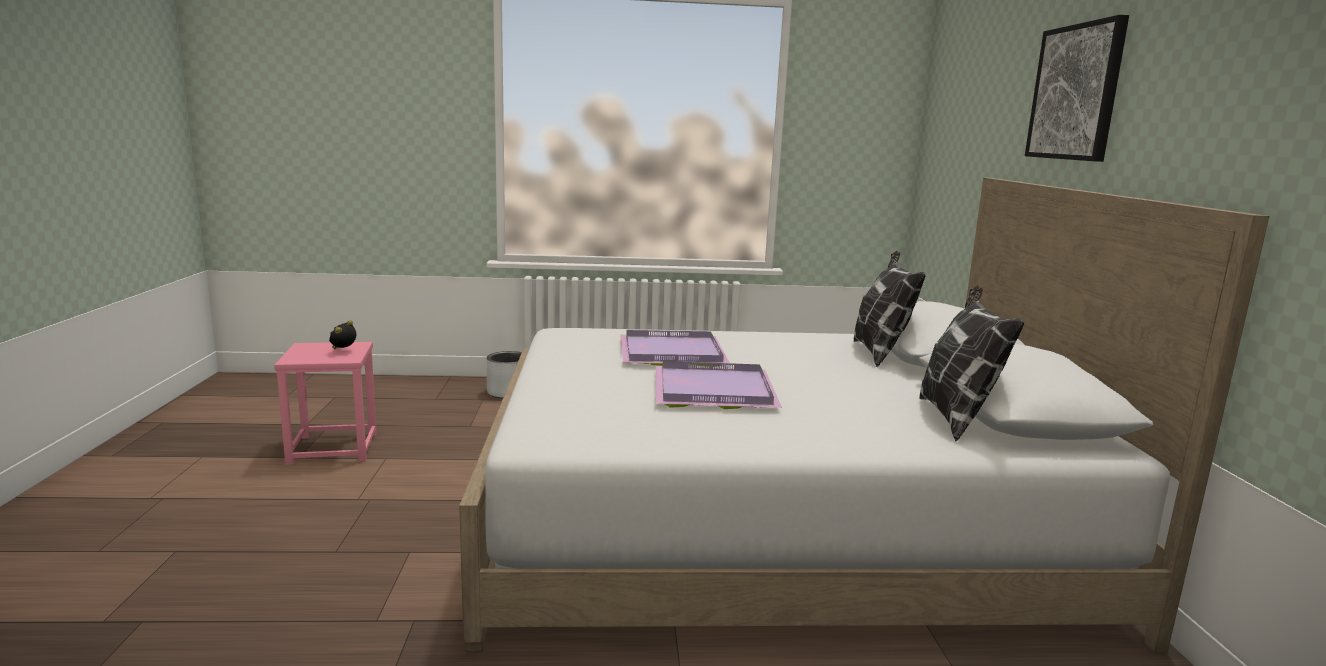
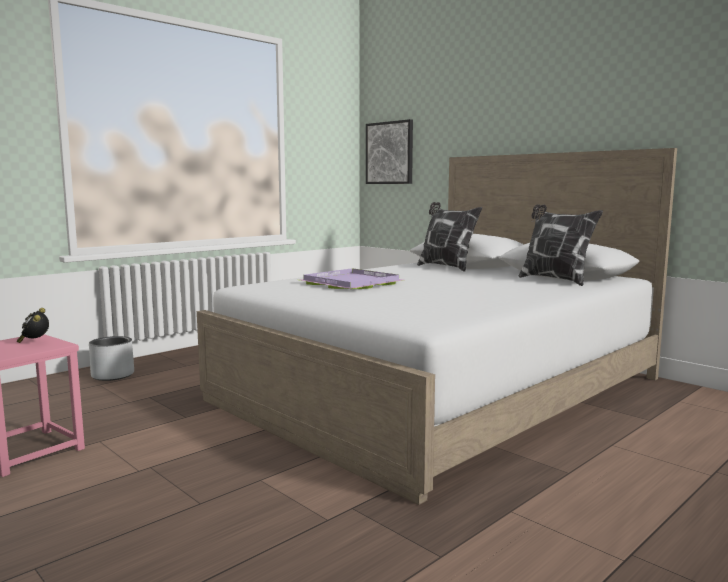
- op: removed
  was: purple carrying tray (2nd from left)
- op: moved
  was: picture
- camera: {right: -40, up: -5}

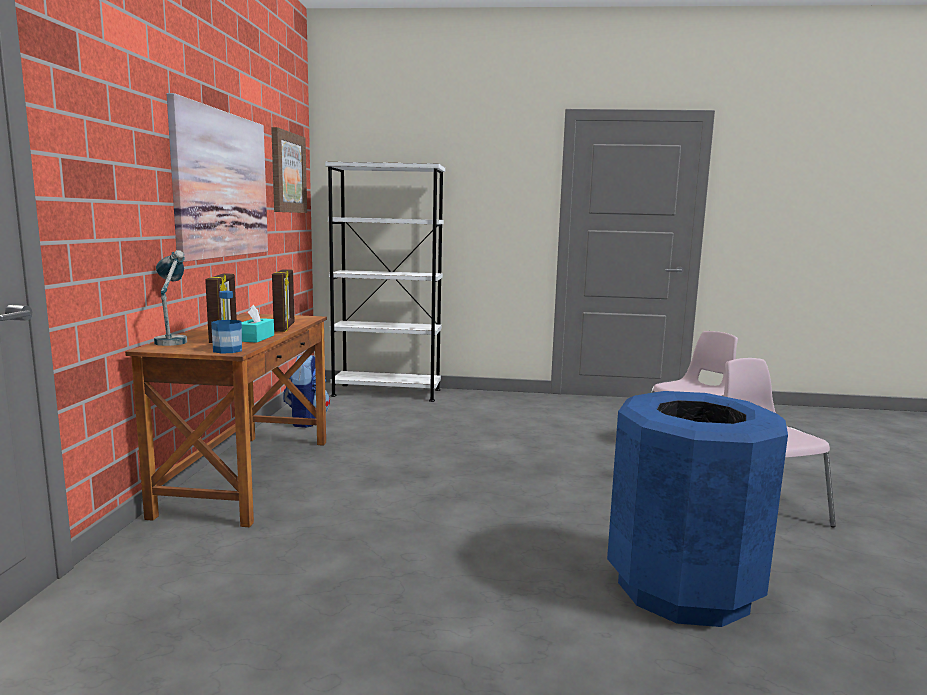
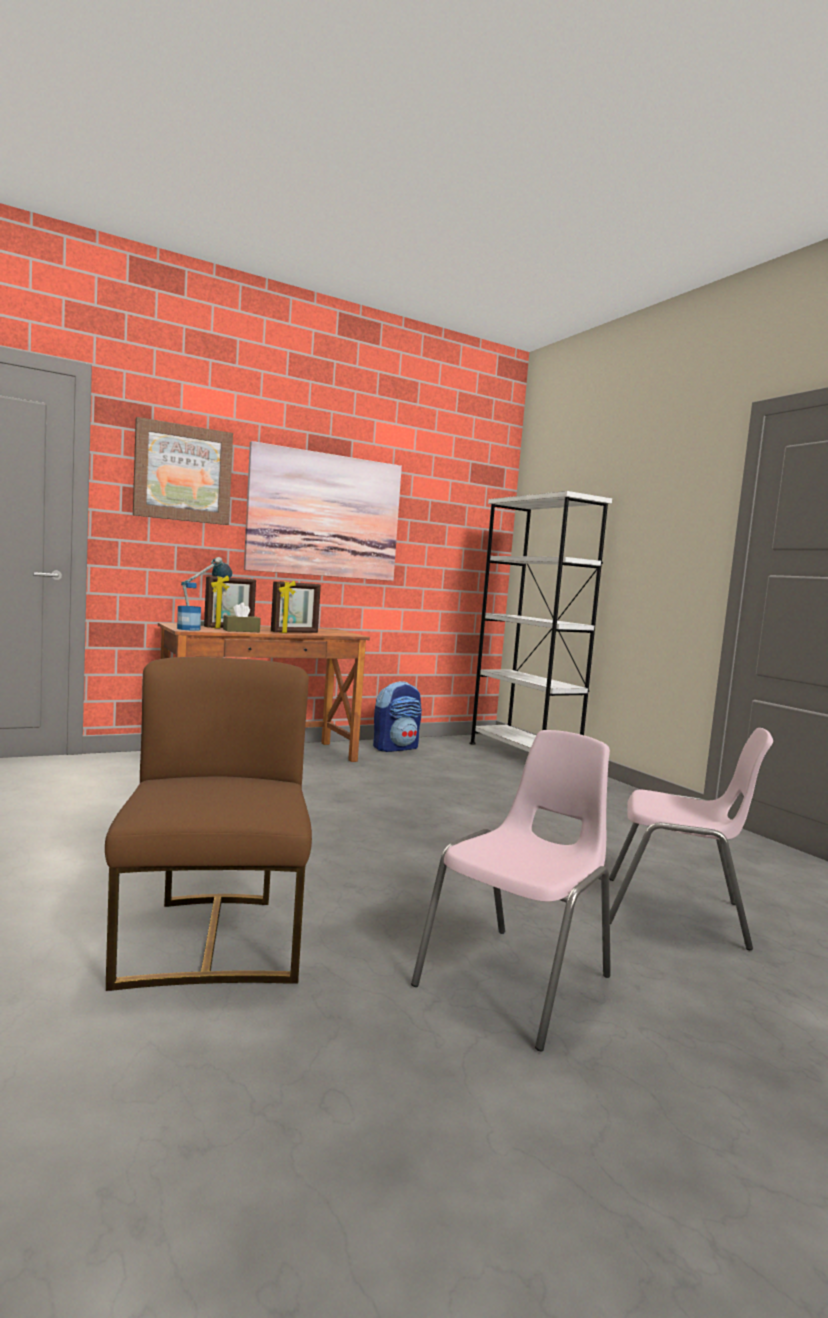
- op: recoloured
  was: turquoise-coloured tissue holder
  now: brown-coloured tissue holder
- op: moved
  was: picture (2nd from left in the first image)
  now: picture (1st from left)
- op: replaced
  was: bluish trash can
  now: brown-coloured plain chair
- camera: {right: 55, up: -5}

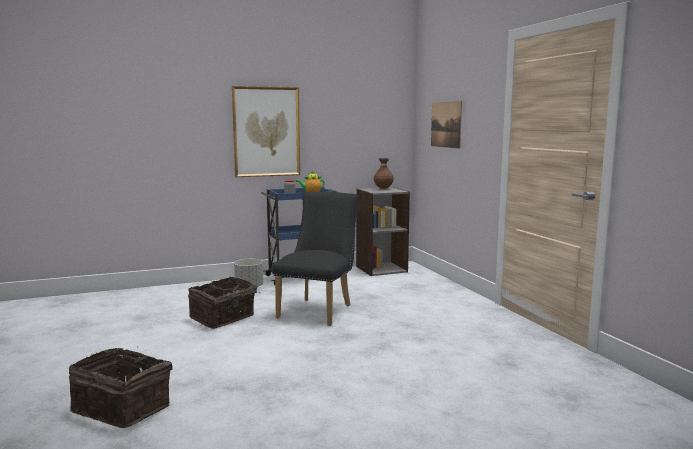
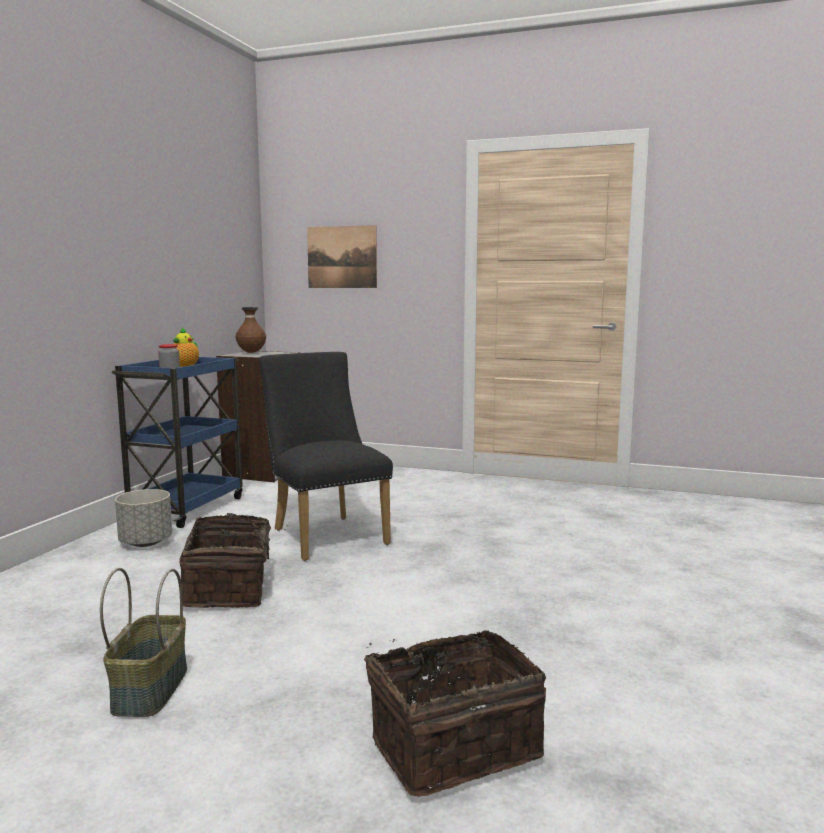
- op: removed
  was: picture (1st from left)
- op: added
  now: household basket (1st from left)
- camera: {right: -50, up: 0}

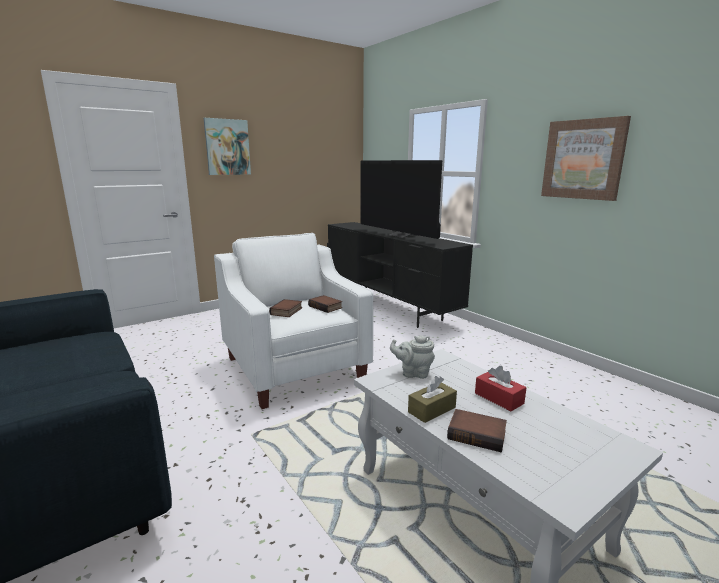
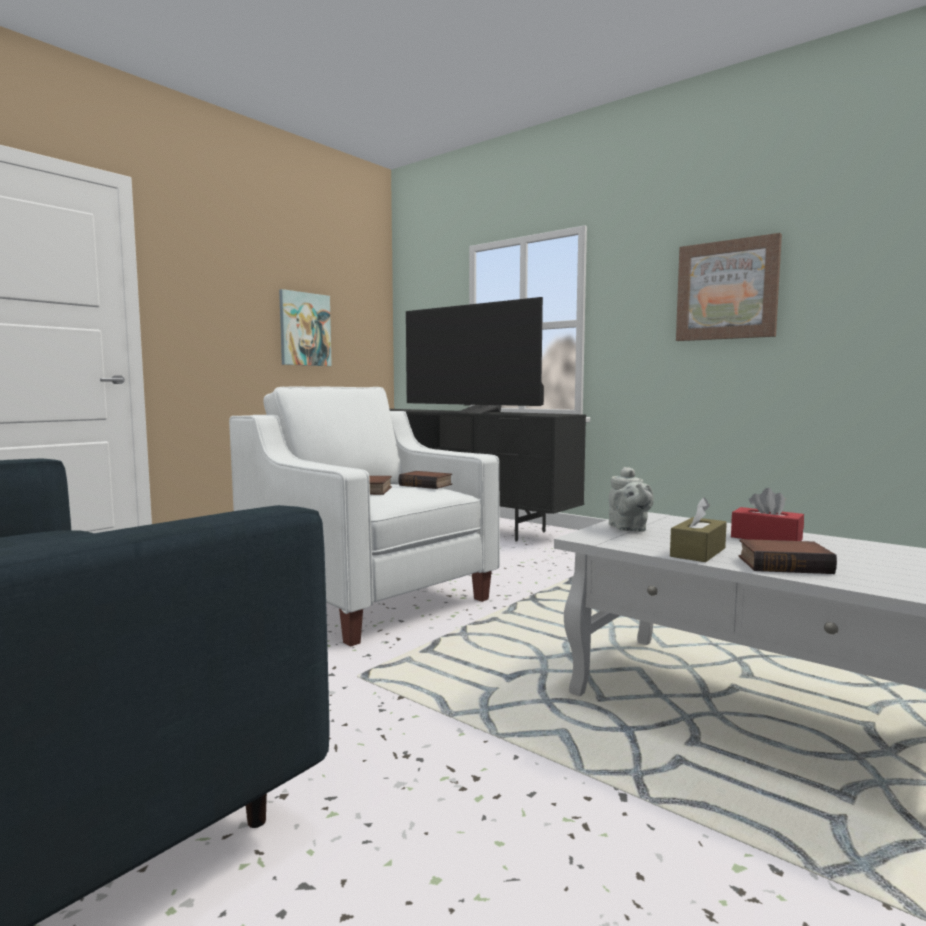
- op: moved
  was: picture (1st from left)
- op: turned
  was: greyish teapot
  clockwise: -90
- camera: {right: -15, up: -10}

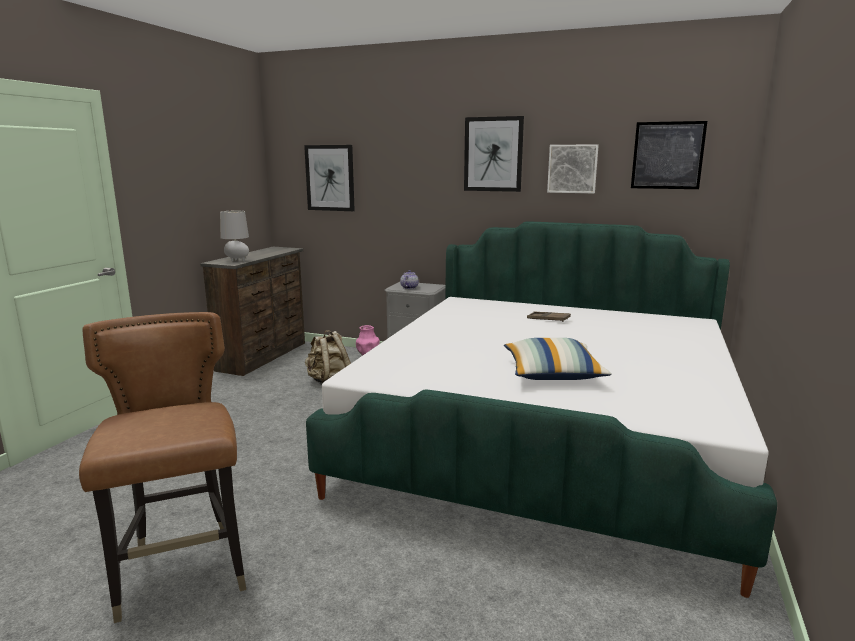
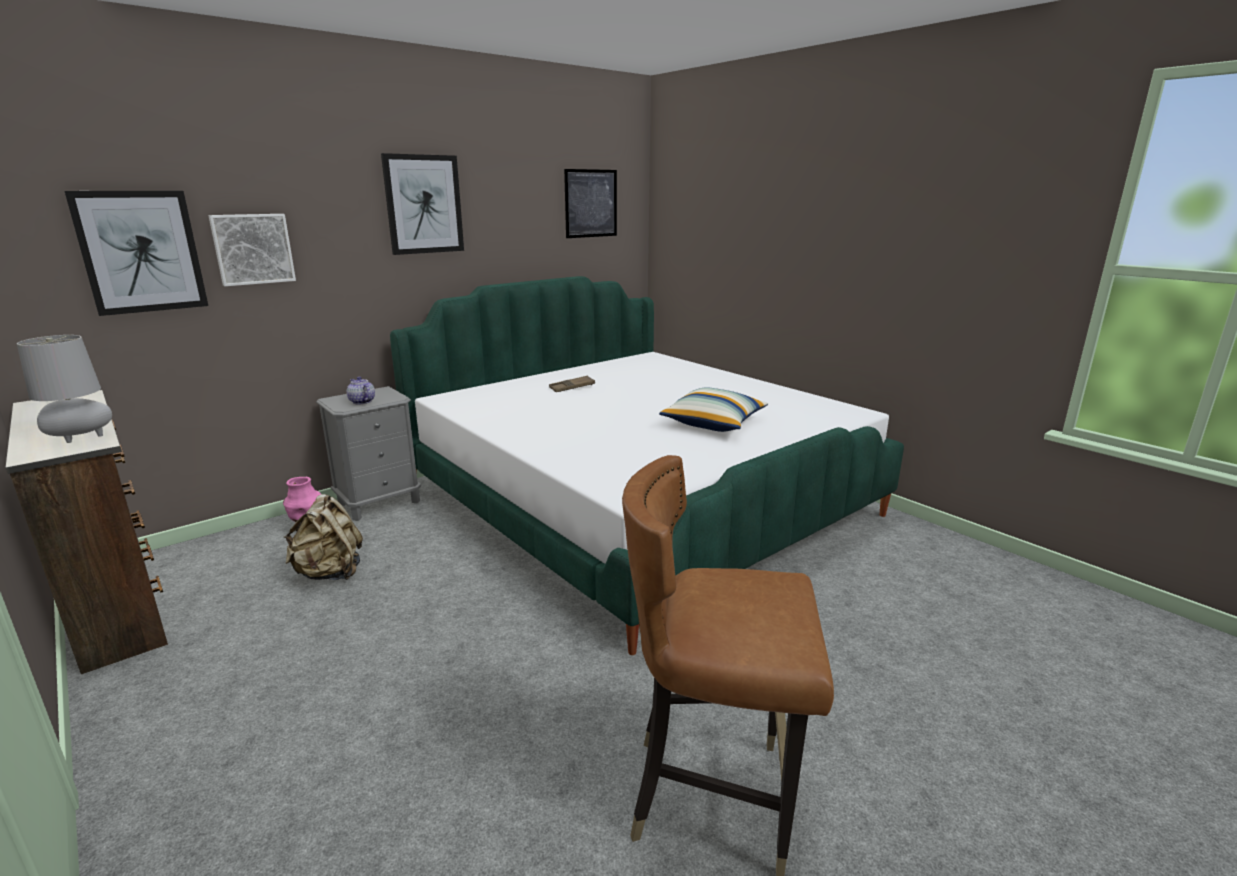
- op: moved
  was: picture (3rd from left in the first image)
  now: picture (2nd from left)
- camera: {right: -60, up: 5}

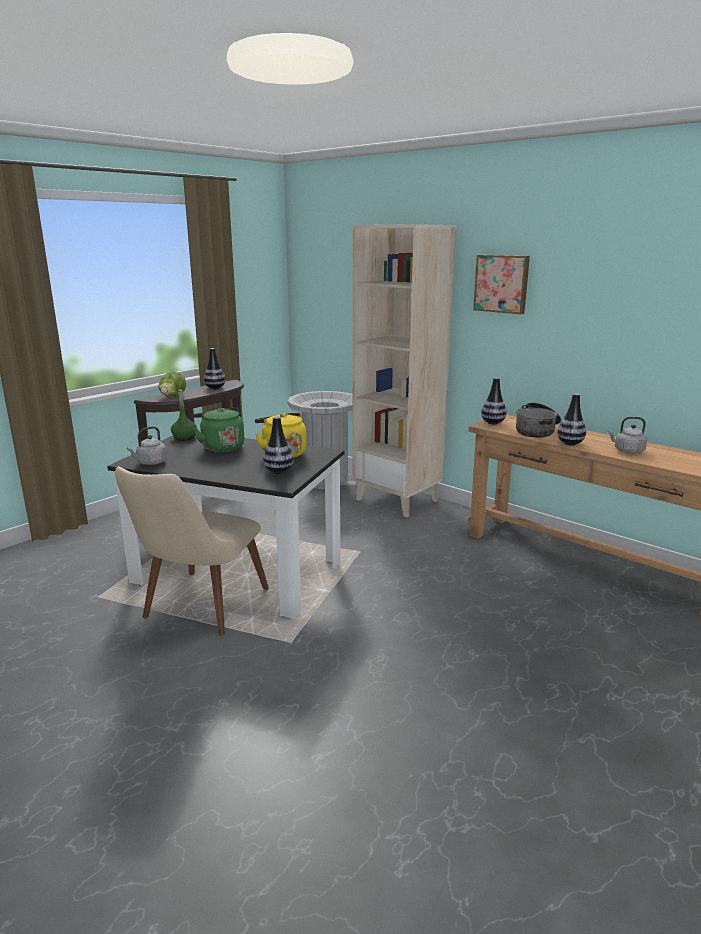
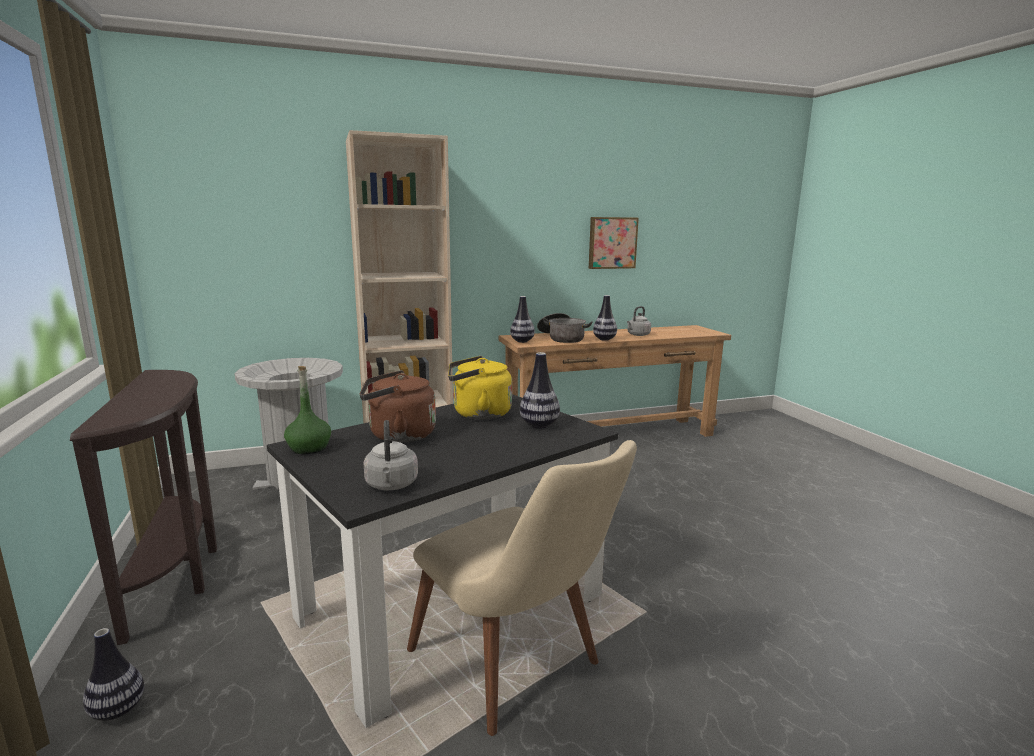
- op: removed
  was: head of lettuce
- op: recoloured
  was: greenish tea kettle
  now: brown-coloured tea kettle
- op: moved
  was: vase (1st from left)
- op: moved
  was: picture
- camera: {right: -60, up: -5}

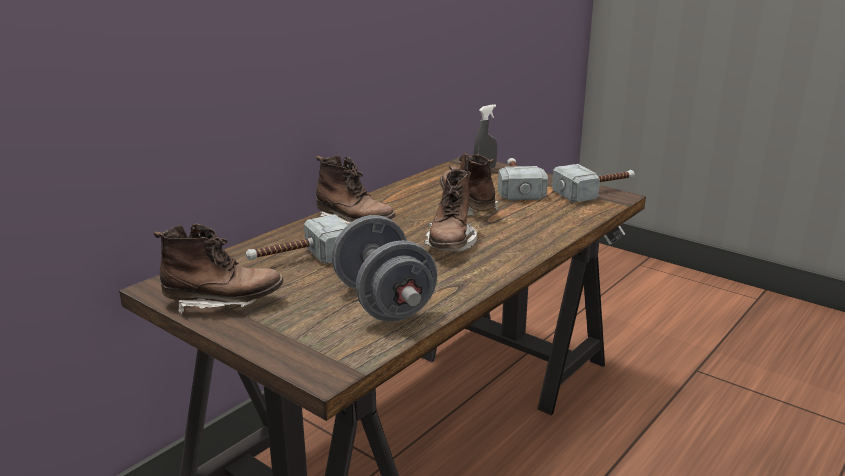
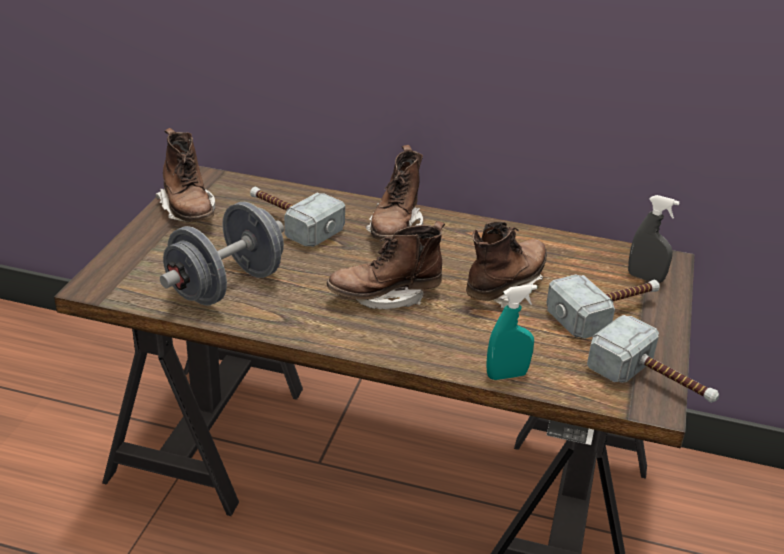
- op: added
  now: turquoise-coloured spray bottle
- camera: {right: 65, up: 10}

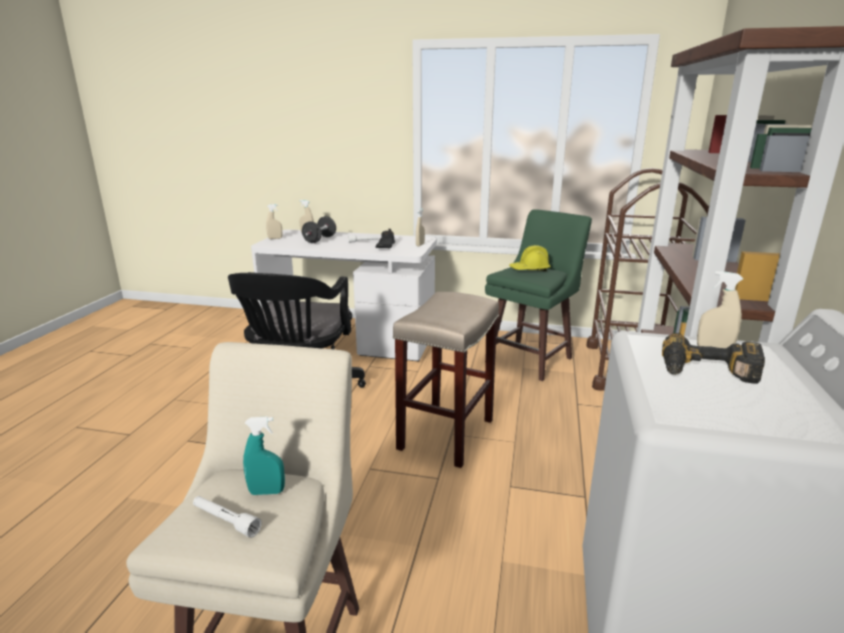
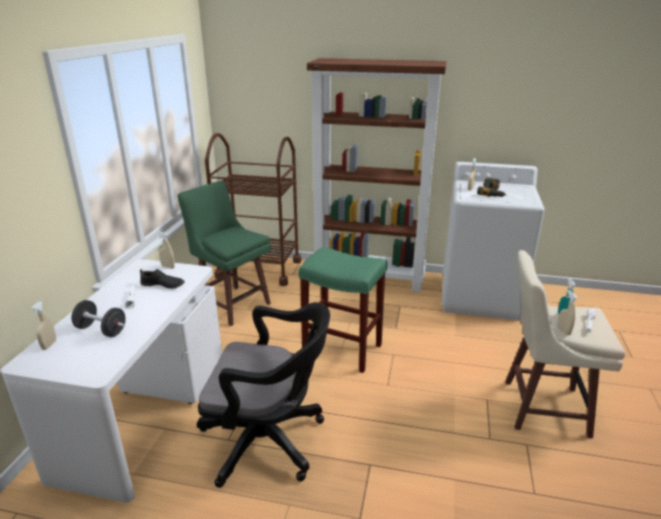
- op: moved
  was: sand-coloured spray bottle (1st from left in the first image)
  now: sand-coloured spray bottle (4th from left)
- op: recoloured
  was: sand-coloured stool (2nd from left)
  now: greenish stool (2nd from left)
- op: removed
  was: yellow hard hat
- camera: {right: -90, up: 5}

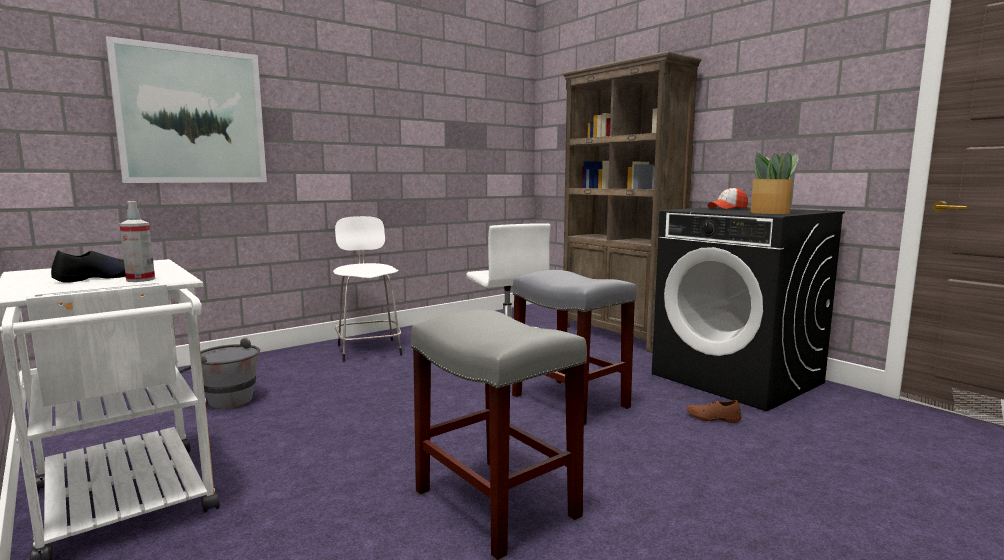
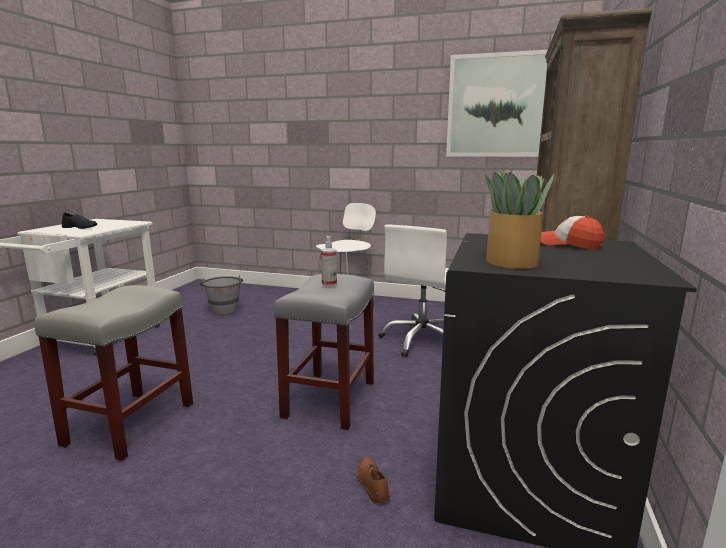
- op: moved
  was: picture
- op: moved
  was: spray bottle
- camera: {right: 55, up: 5}

